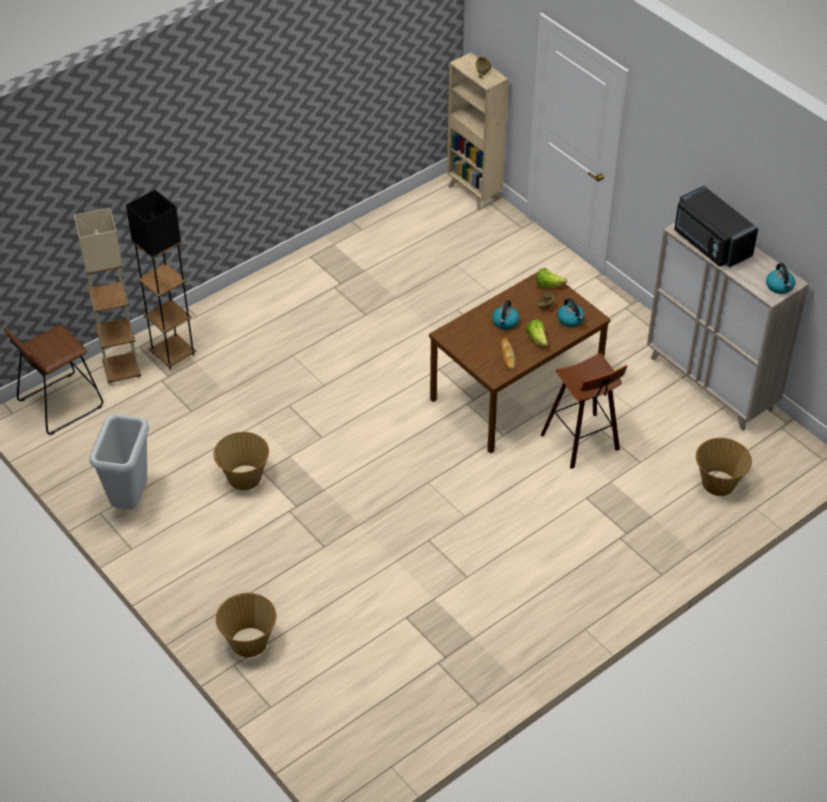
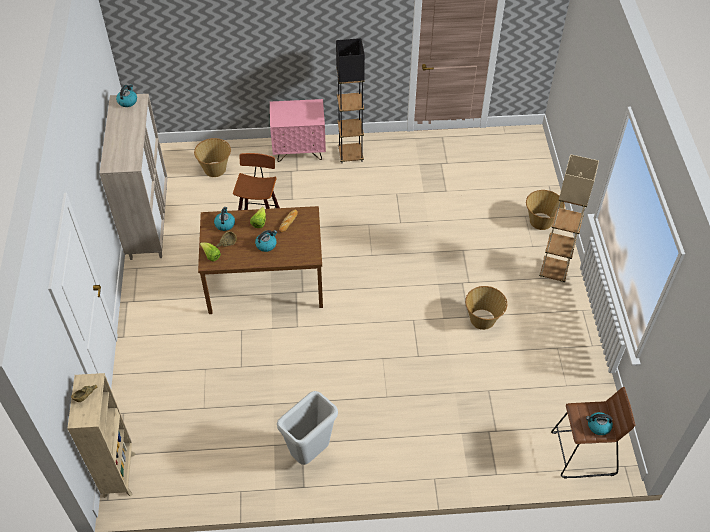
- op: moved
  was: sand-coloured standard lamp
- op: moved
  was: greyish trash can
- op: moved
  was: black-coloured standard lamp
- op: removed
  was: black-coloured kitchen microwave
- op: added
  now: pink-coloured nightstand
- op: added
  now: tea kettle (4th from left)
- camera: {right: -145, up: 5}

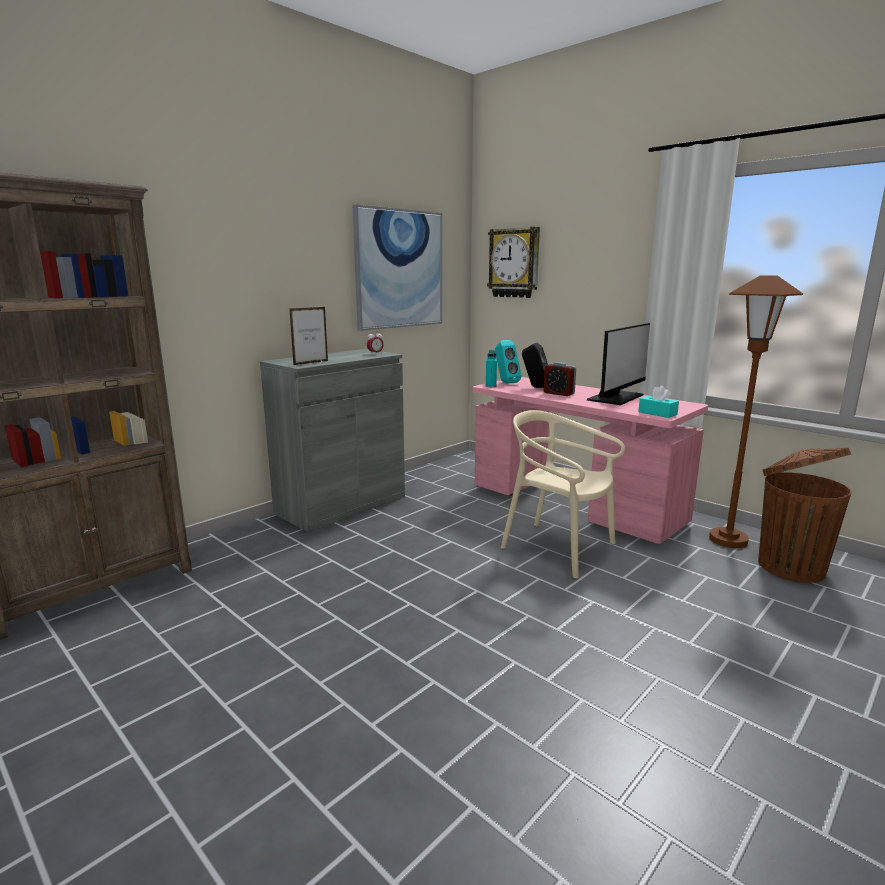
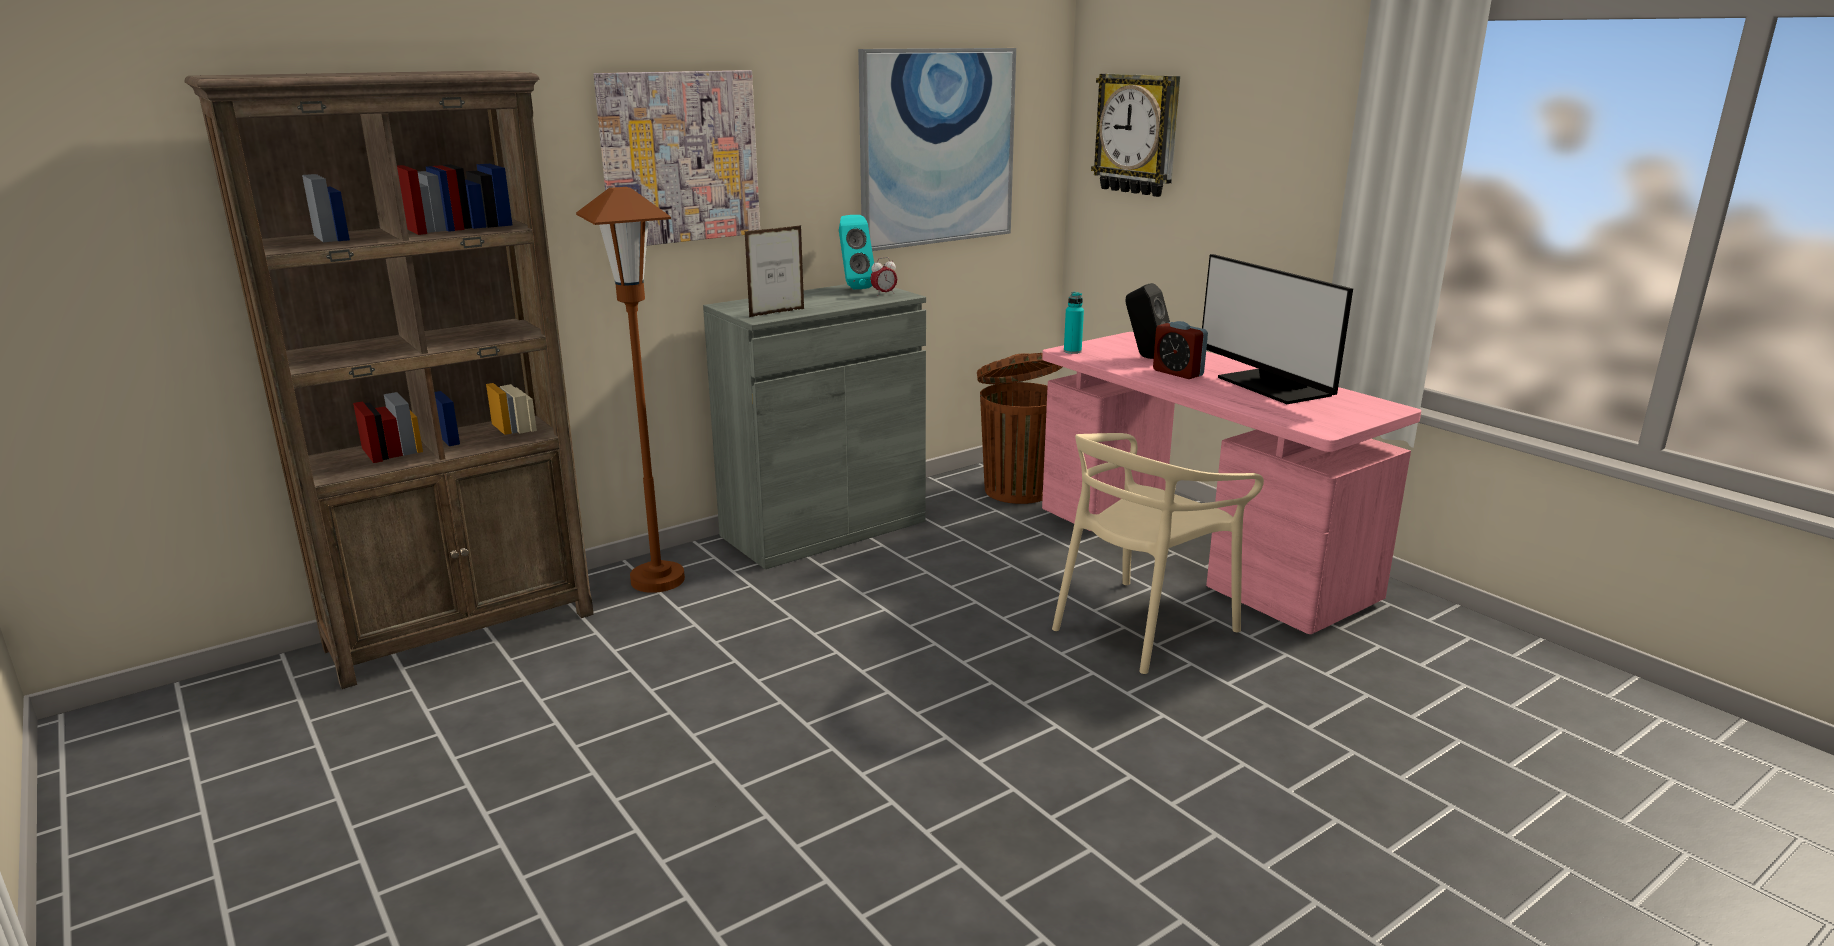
- op: moved
  was: turquoise-coloured audio speaker
- op: turned
  was: sand-coloured plain chair
  clockwise: -90
- op: turned
  was: computer screen
  clockwise: 105
- op: removed
  was: turquoise-coloured tissue holder
- op: moved
  was: brown-coloured standard lamp
- op: moved
  was: brown-coloured trash can
- op: added
  now: picture (1st from left)
- camera: {right: 10, up: 5}

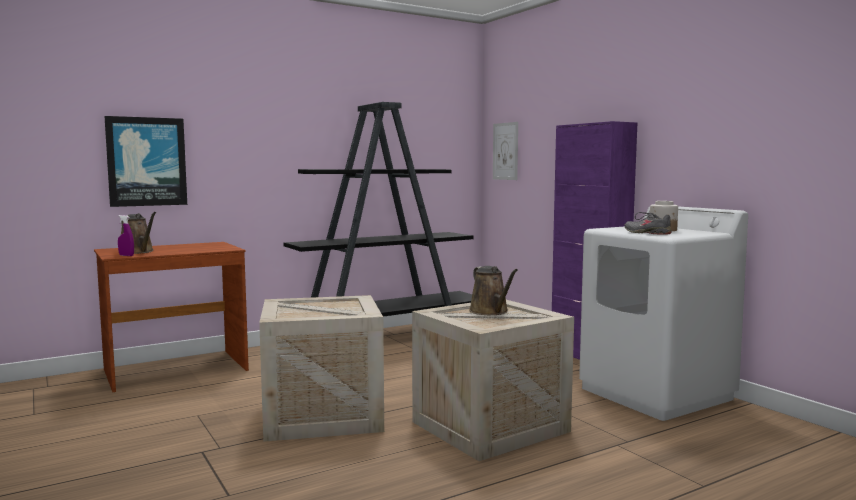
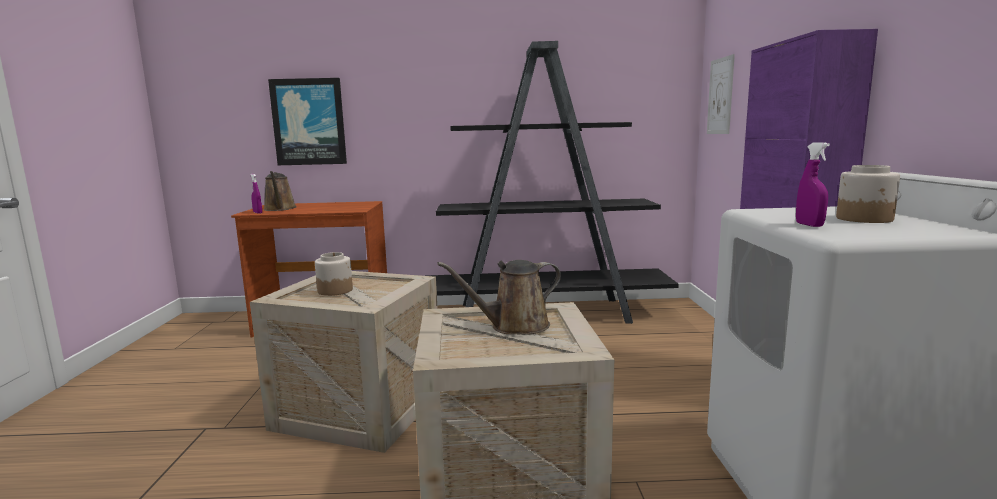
- op: turned
  was: brown-coloured watering can (2nd from left)
  clockwise: 60
- op: replaced
  was: greyish low shoe
  now: purple spray bottle (2nd from left)
- op: added
  now: preserve jar (1st from left)
- camera: {right: 30, up: 5}

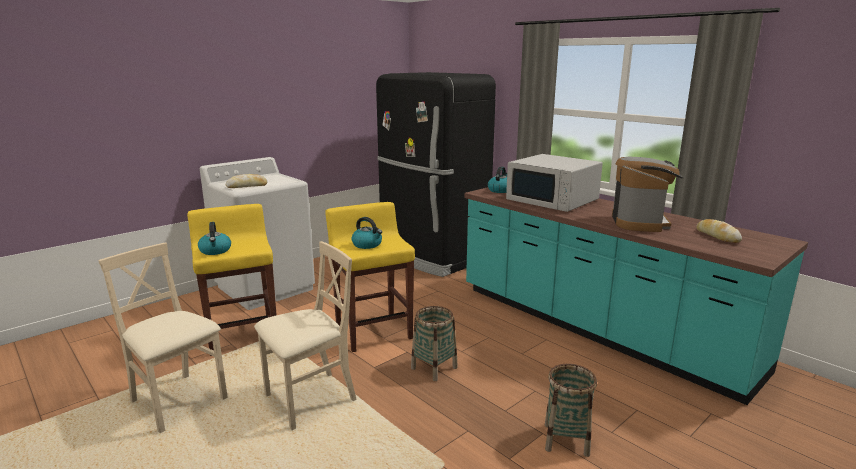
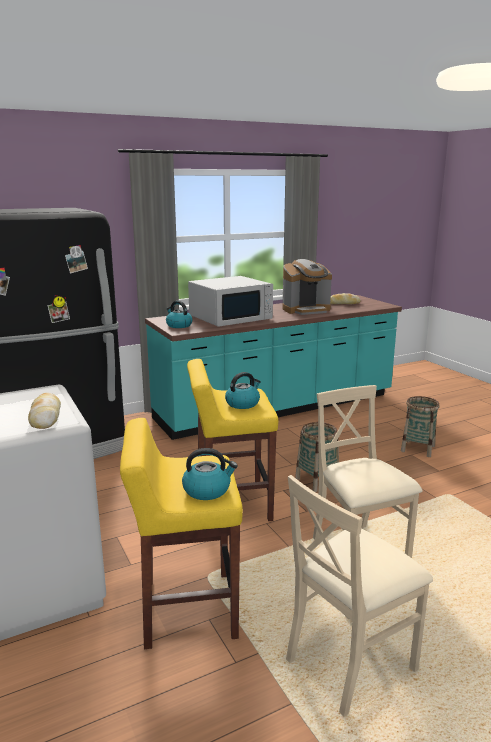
- op: turned
  was: coffee brewer
  clockwise: 135
- camera: {right: -75, up: 0}

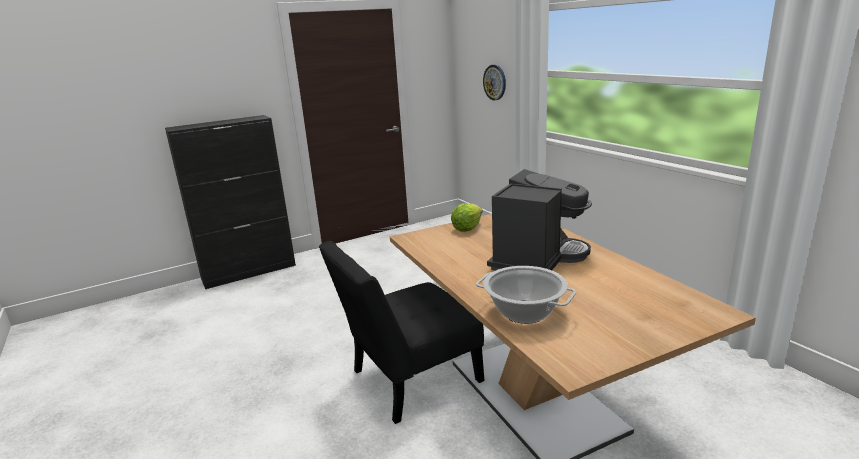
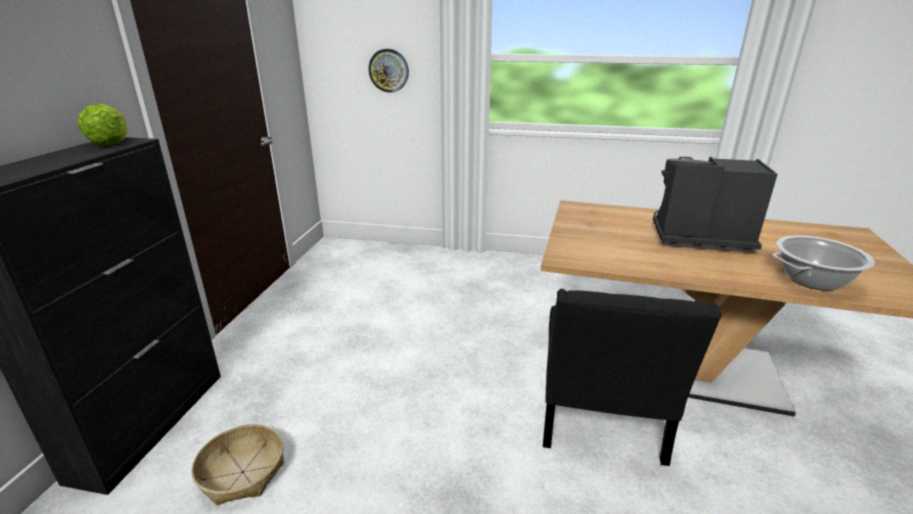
- op: moved
  was: head of lettuce
- op: turned
  was: coffee brewer
  clockwise: -60
- op: added
  now: household basket
- camera: {right: -50, up: 5}

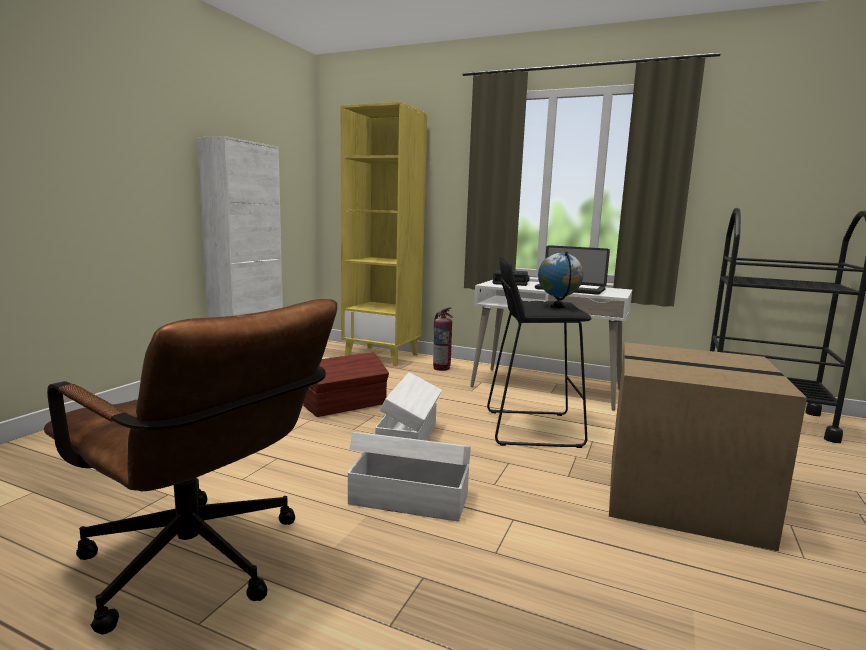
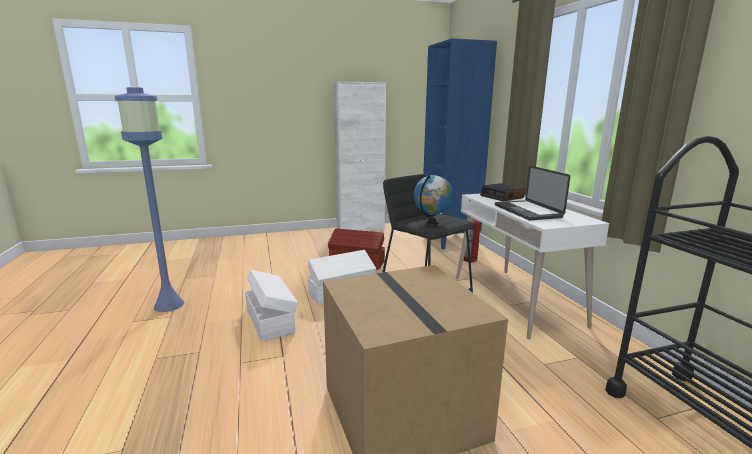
- op: replaced
  was: brown-coloured office chair
  now: bluish standard lamp
- op: recoloured
  was: yellow bookshelf
  now: bluish bookshelf
- camera: {right: 50, up: 5}

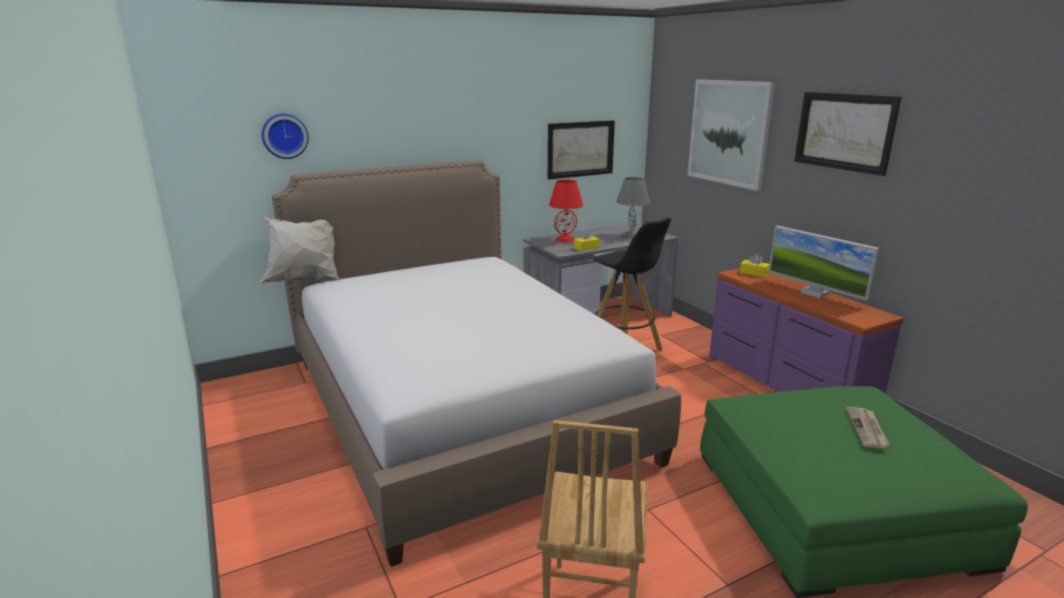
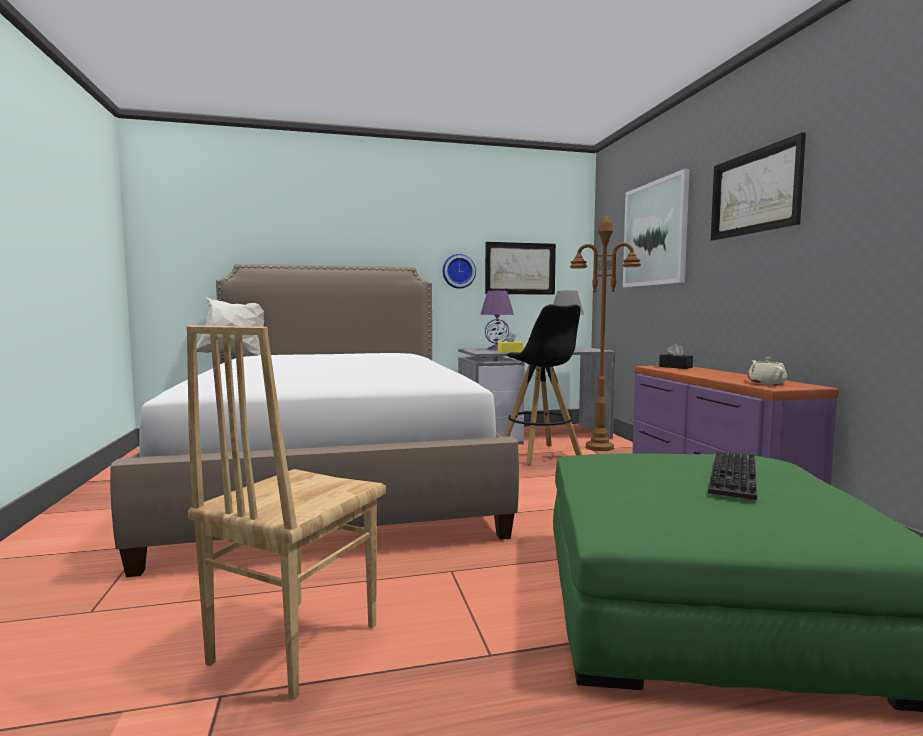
- op: moved
  was: hanging clock
- op: recoloured
  was: red tabletop lamp
  now: purple tabletop lamp
- op: recoloured
  was: yellow tissue holder (2nd from left)
  now: black-coloured tissue holder
- op: removed
  was: computer screen
- op: replaced
  was: printed paper
  now: computer keyboard
- op: added
  now: brown-coloured standard lamp
- op: added
  now: sand-coloured teapot
- camera: {right: 15, up: -15}

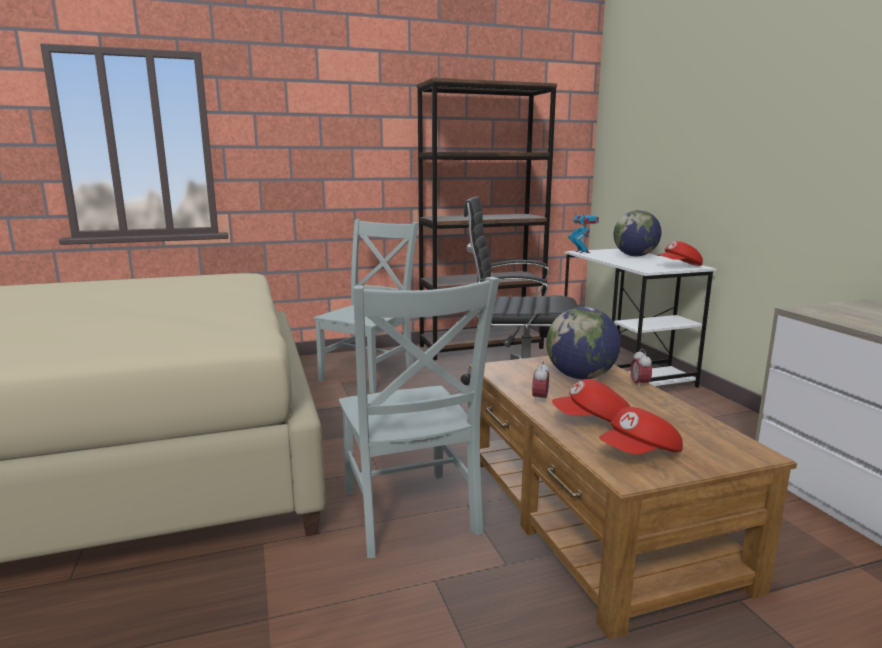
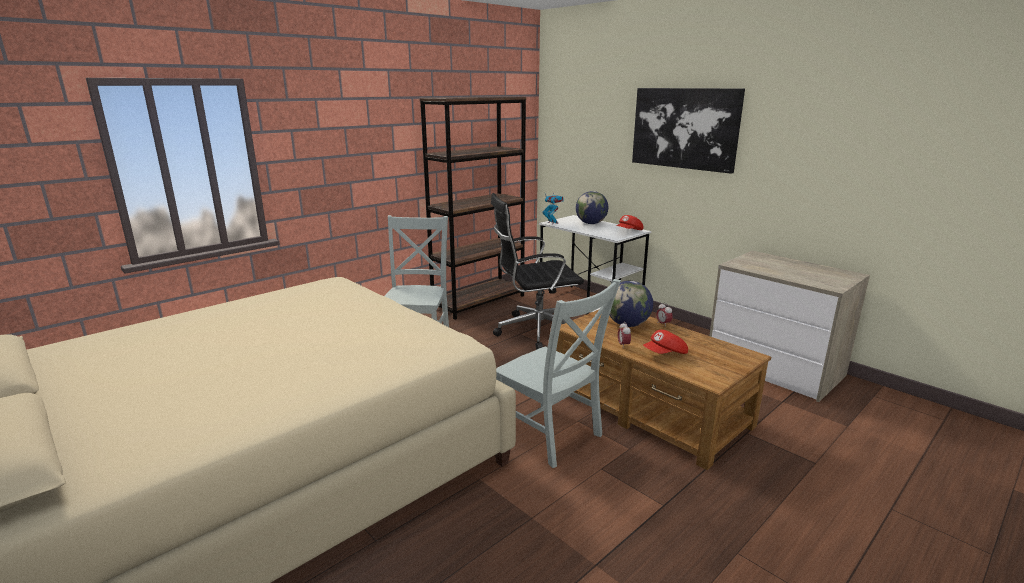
- op: removed
  was: red cap (2nd from left)
- op: added
  now: picture
- camera: {right: -25, up: 5}

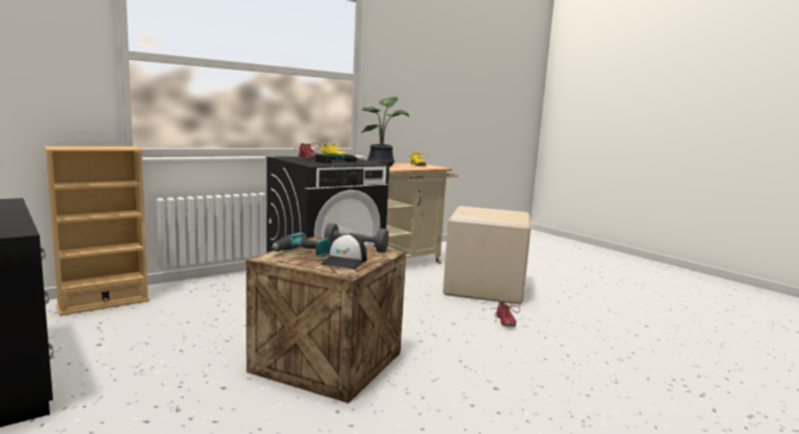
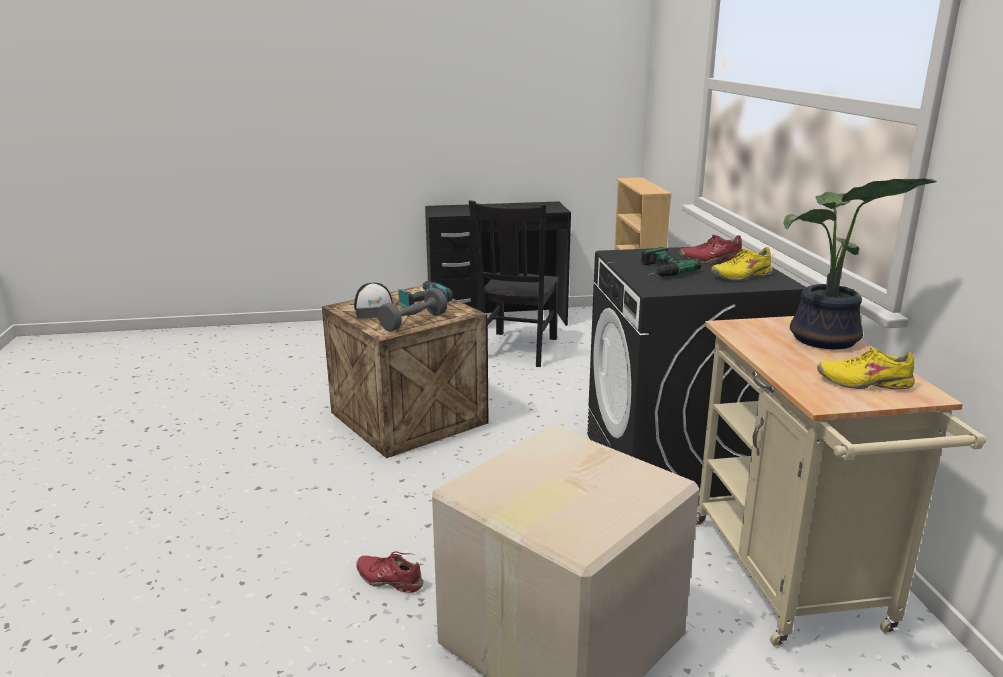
- op: turned
  was: cap
  clockwise: -150
- op: added
  now: black-coloured plain chair
- camera: {right: 120, up: 10}

